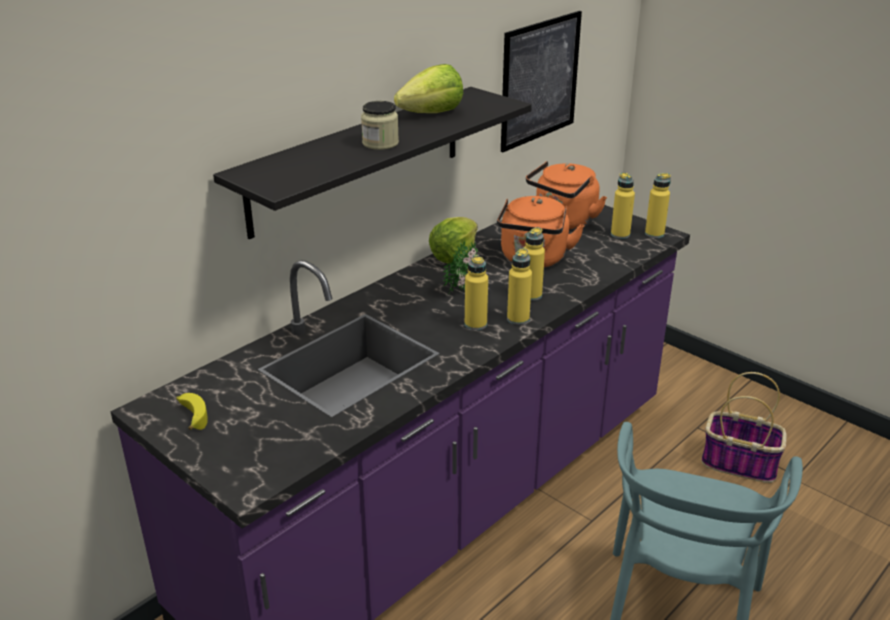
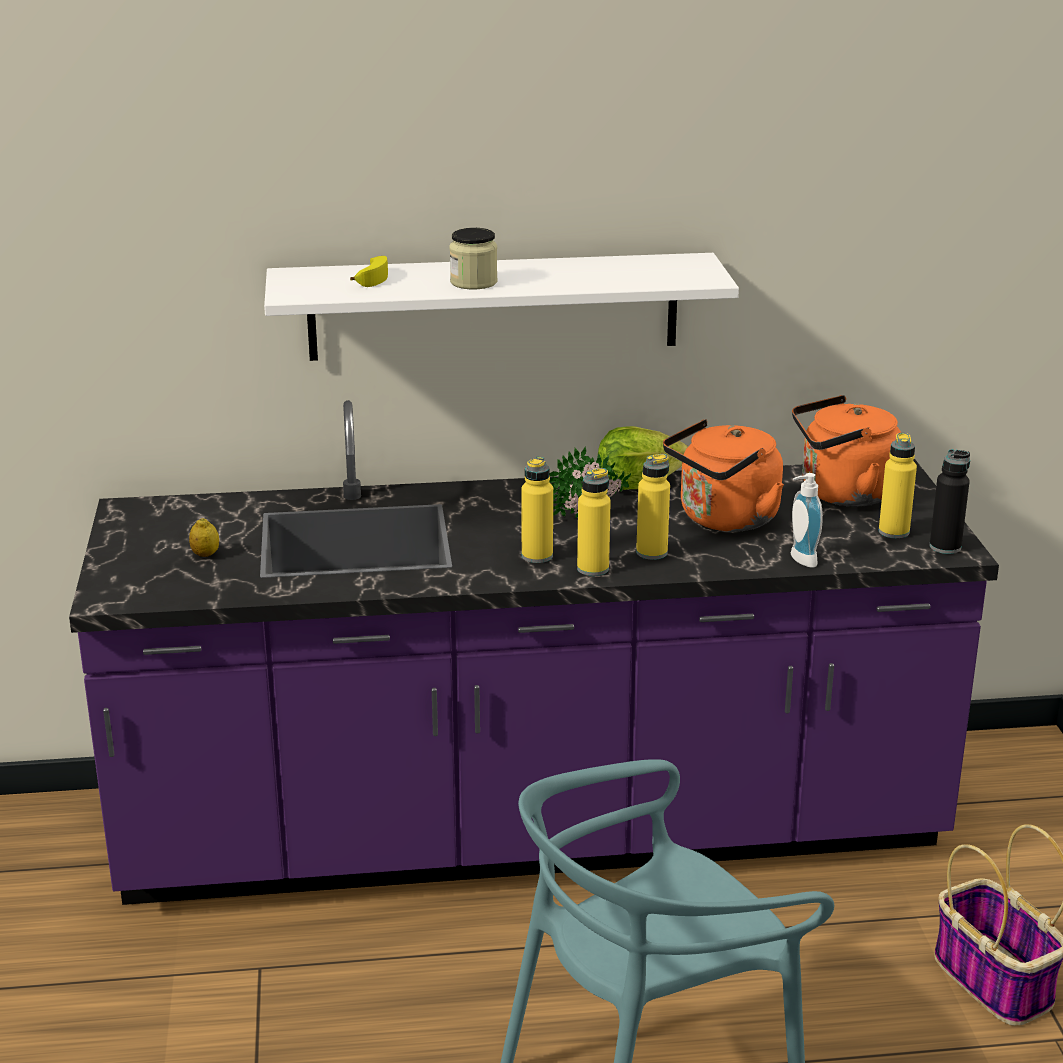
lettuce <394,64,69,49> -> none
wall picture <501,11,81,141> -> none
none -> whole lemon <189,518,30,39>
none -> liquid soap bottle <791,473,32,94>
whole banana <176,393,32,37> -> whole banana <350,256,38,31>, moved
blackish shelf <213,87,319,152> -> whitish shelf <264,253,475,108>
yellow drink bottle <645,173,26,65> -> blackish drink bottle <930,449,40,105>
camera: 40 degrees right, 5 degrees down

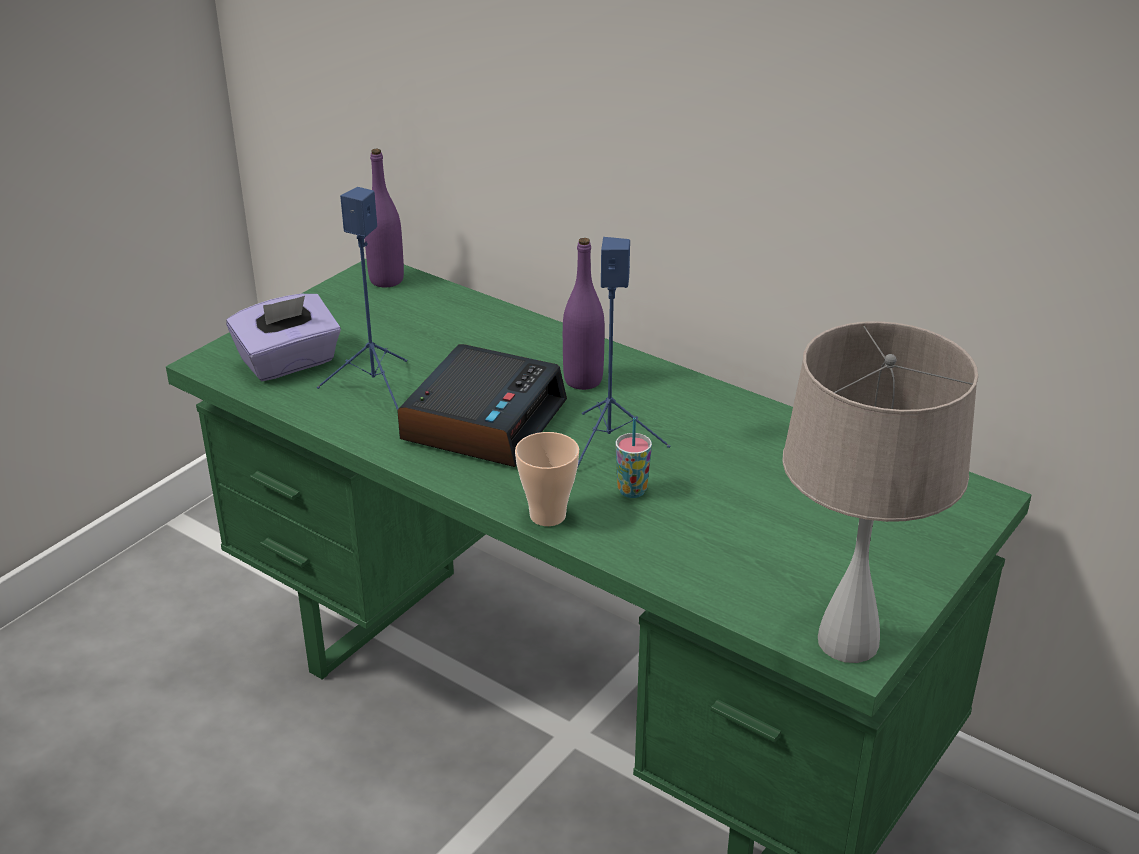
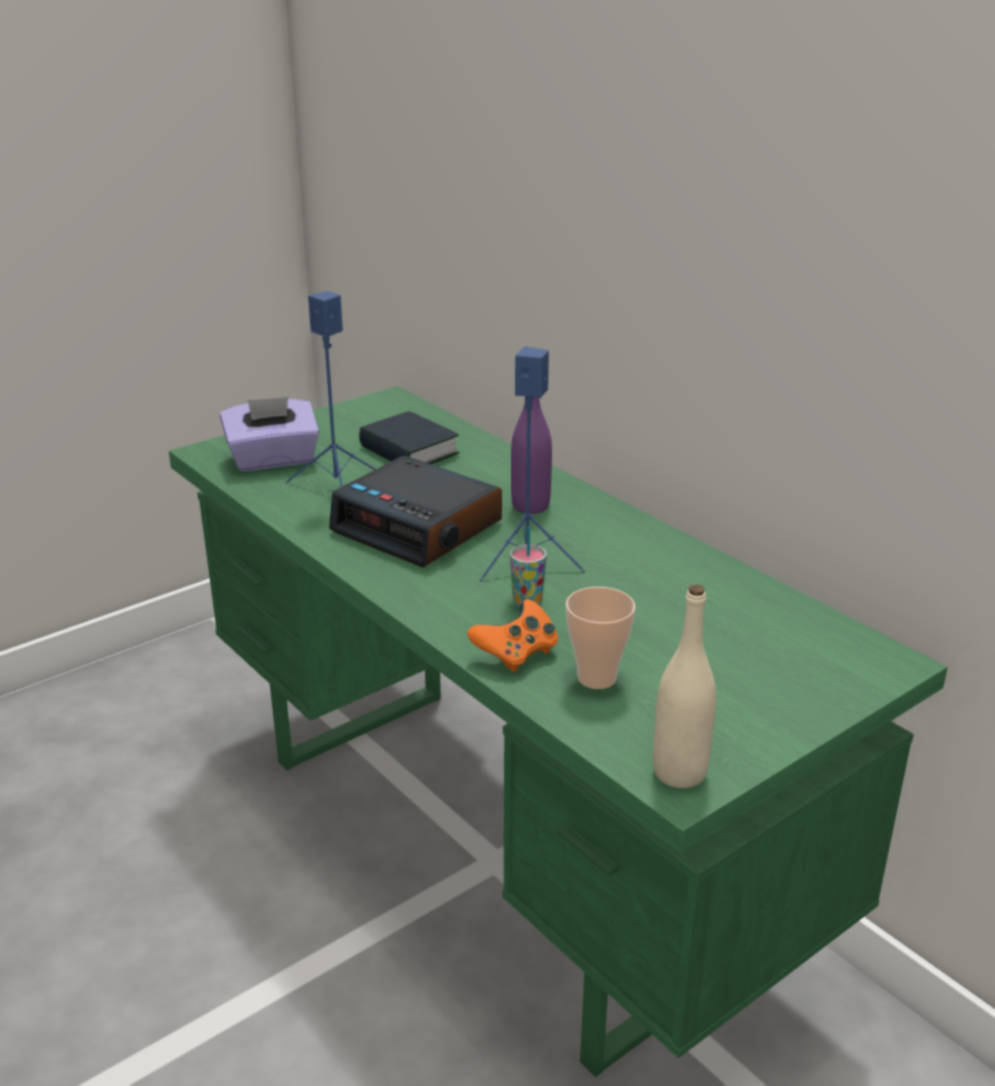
purple-coloured drink bottle <365,149,39,138> -> none
none -> volume <359,411,100,53>
none -> orange-coloured joypad <467,599,91,73>
cup <515,432,64,94> -> cup <566,587,70,102>, moved
sand-coloured table lamp <782,321,196,342> -> sand-coloured drink bottle <653,584,63,204>
table clock <397,344,170,123> -> table clock <329,456,173,111>, 90 degrees clockwise
camera: 15 degrees right, 5 degrees down

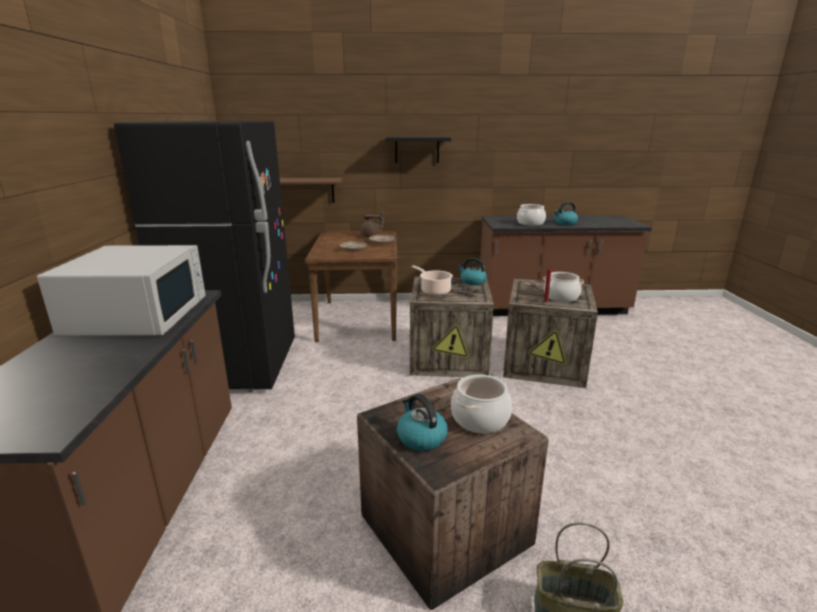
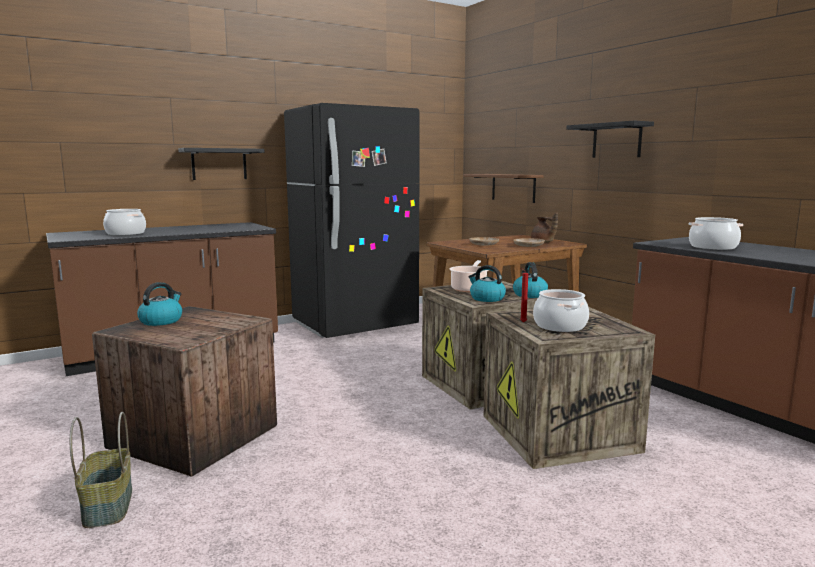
whitish microwave oven <37,245,168,91> -> none
none -> blackish shelf <178,148,87,32>
saucepot <451,375,61,58> -> saucepot <103,209,43,26>, moved
tea kettle <555,202,23,23> -> tea kettle <468,265,38,37>, moved
camera: 60 degrees right, 10 degrees down

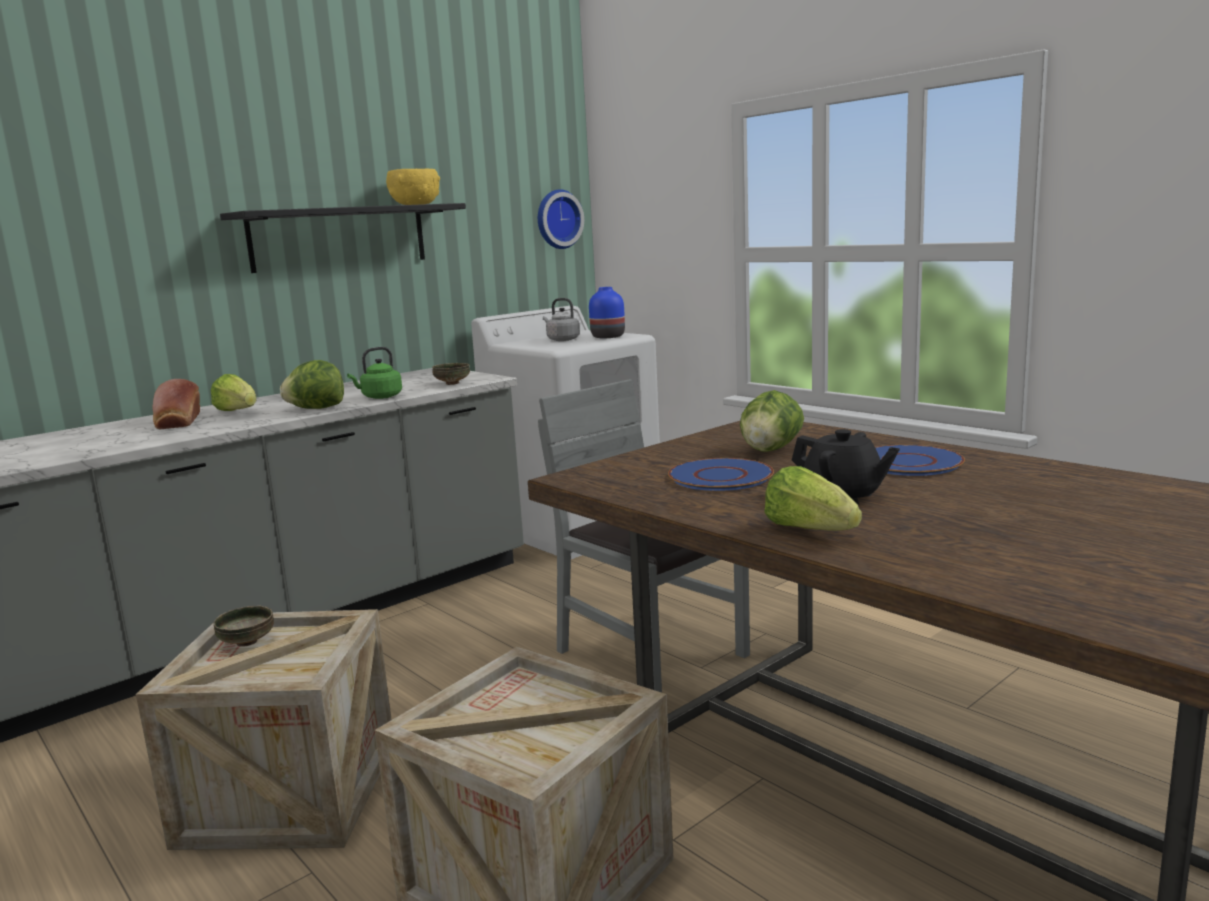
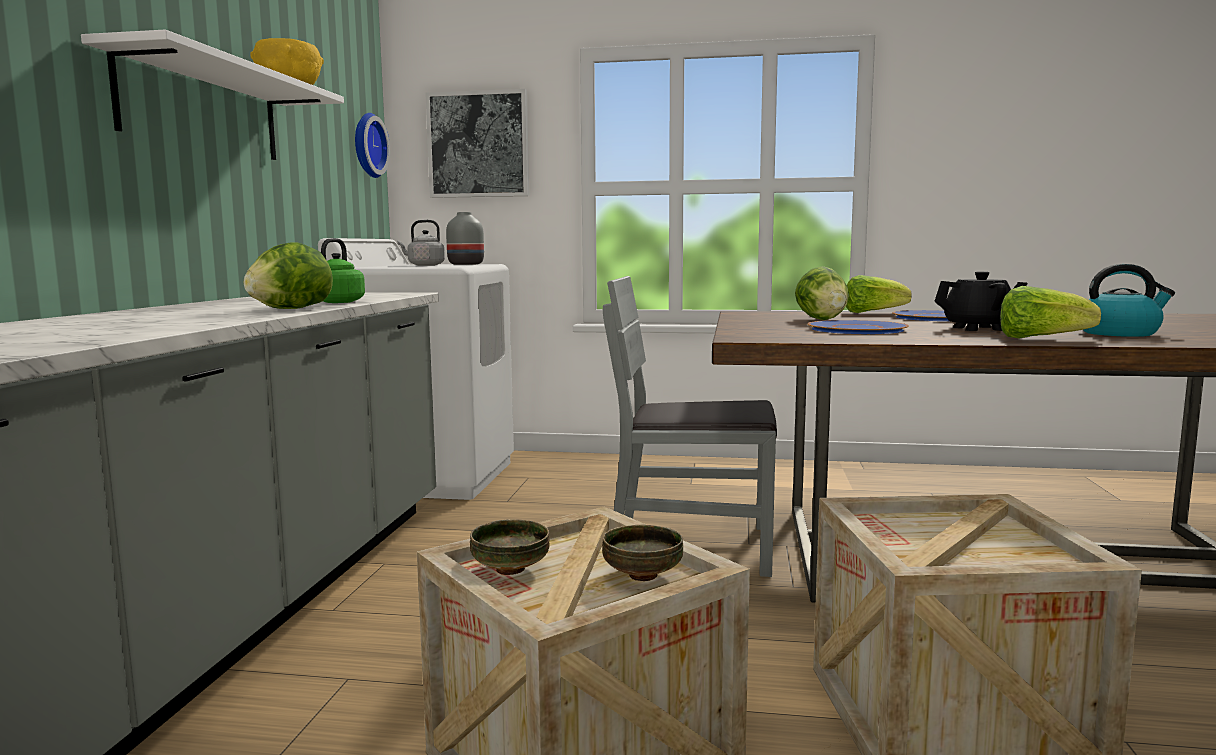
bread <153,379,47,50> -> none
none -> wall picture <425,89,104,109>
none -> tea kettle <1084,264,91,73>
lettuce <211,374,46,37> -> lettuce <846,275,66,38>, moved
serving bowl <432,363,38,22> -> serving bowl <602,525,81,56>, moved
blackish shelf <220,203,246,70> -> whitish shelf <81,30,263,130>
blue decorative vase <589,287,36,51> -> grey decorative vase <446,212,38,53>
camera: 40 degrees left, 5 degrees down

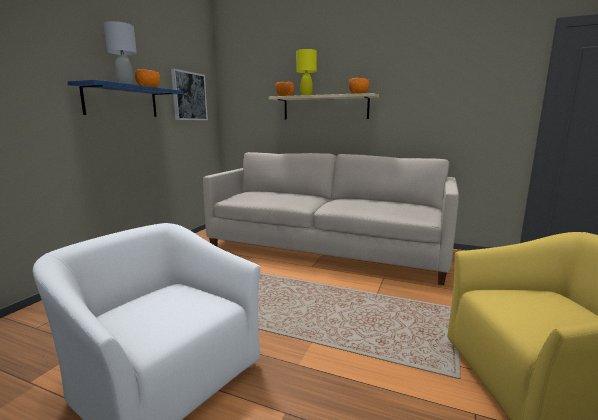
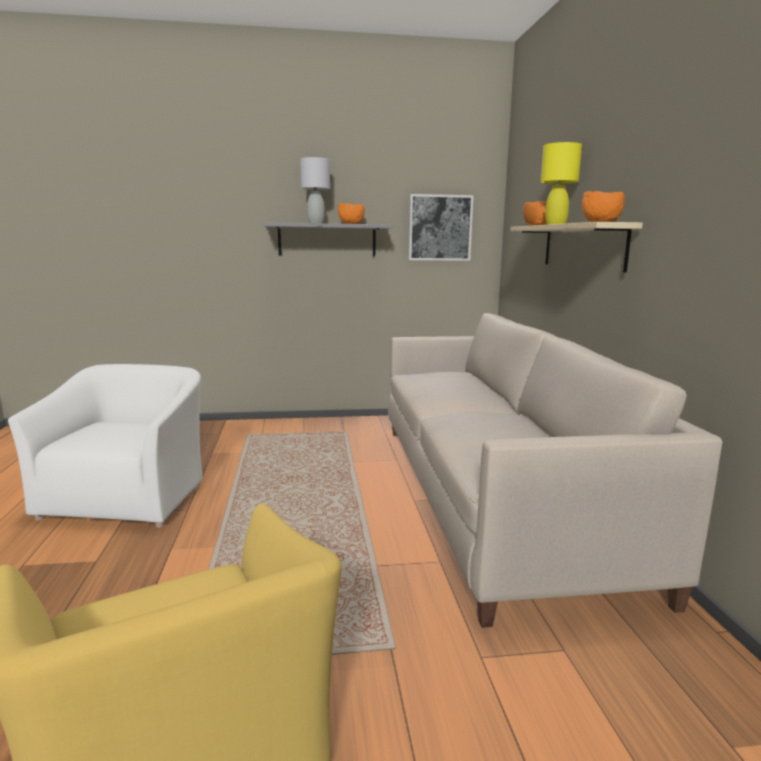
blue shelf <67,80,117,37> -> grey shelf <263,222,129,34>
camera: 60 degrees right, 0 degrees up

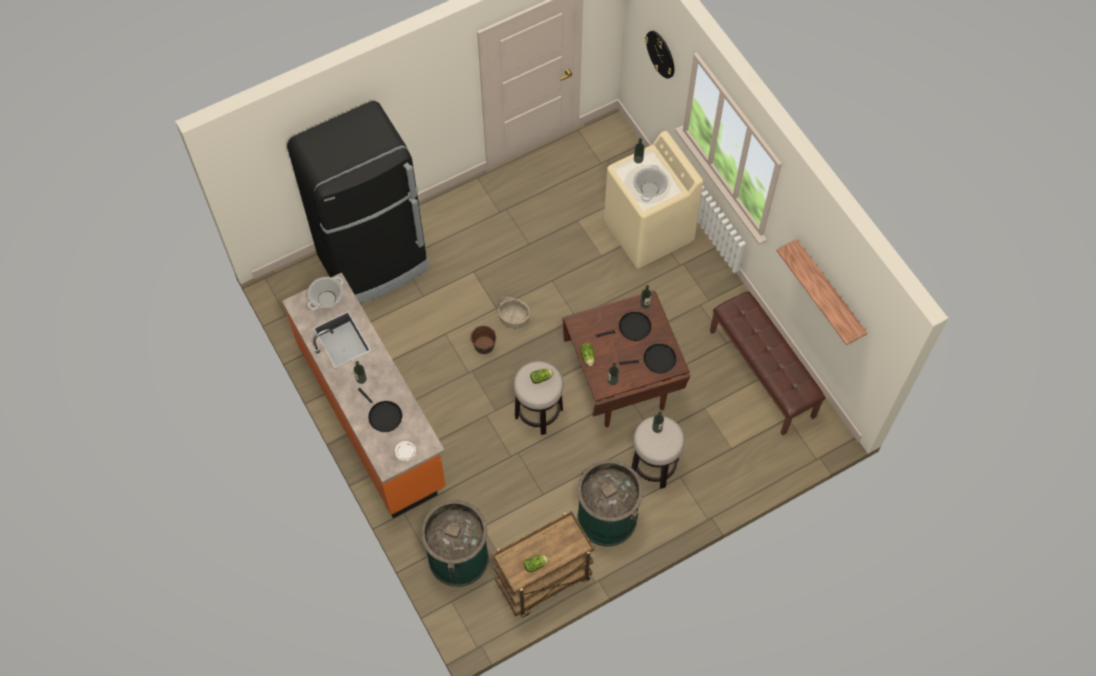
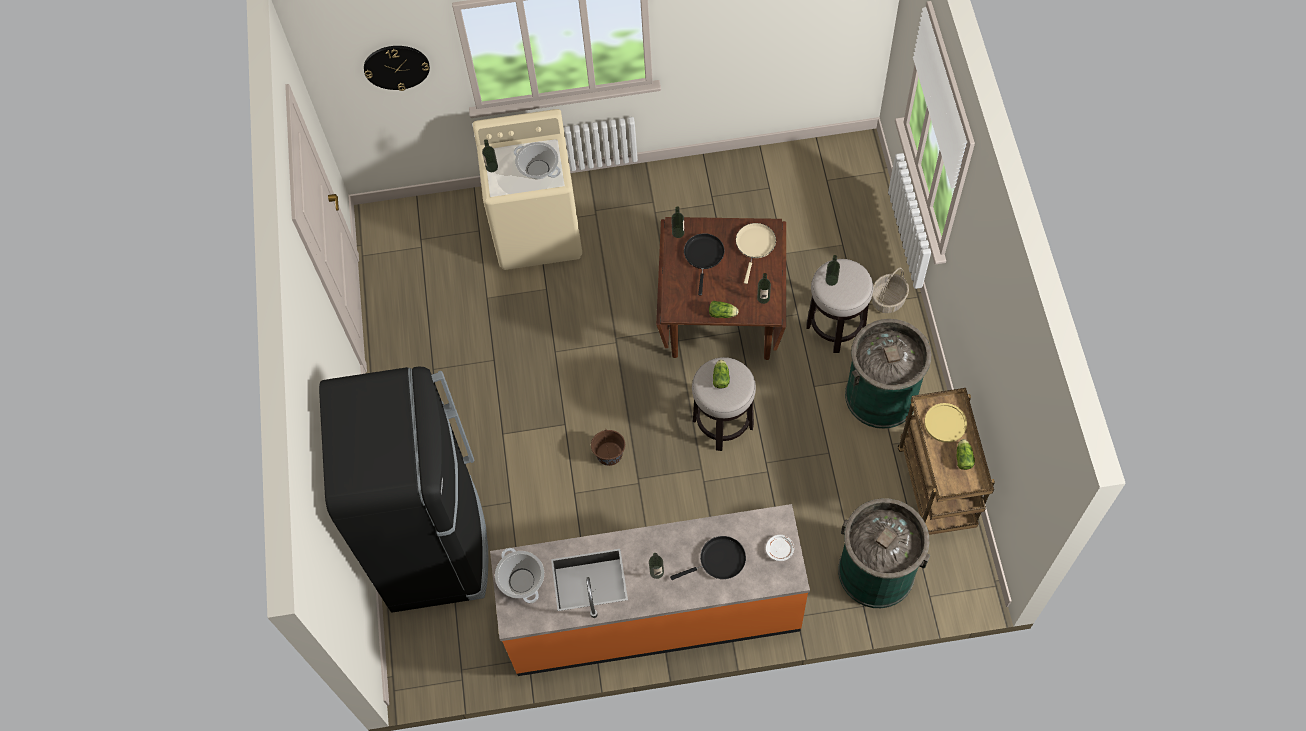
brown indoor bench <710,291,115,145> -> none
shelf <776,239,91,106> -> none
none -> yellow flat dish <924,403,43,40>
storage basket <498,297,32,32> -> storage basket <871,267,38,46>, moved
blackish frying pan <619,343,58,31> -> sand-coloured frying pan <736,223,40,61>
camera: 65 degrees left, 0 degrees up

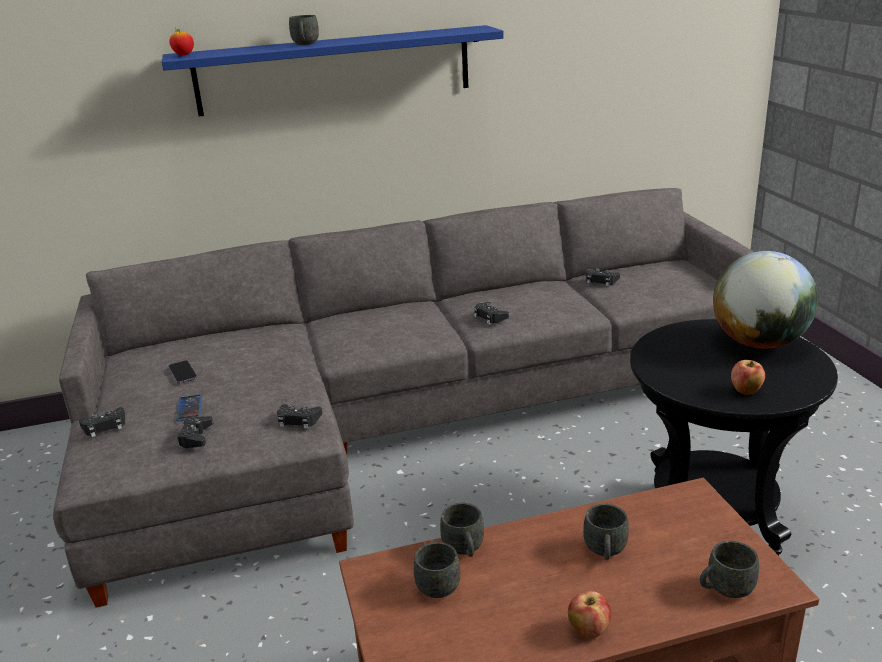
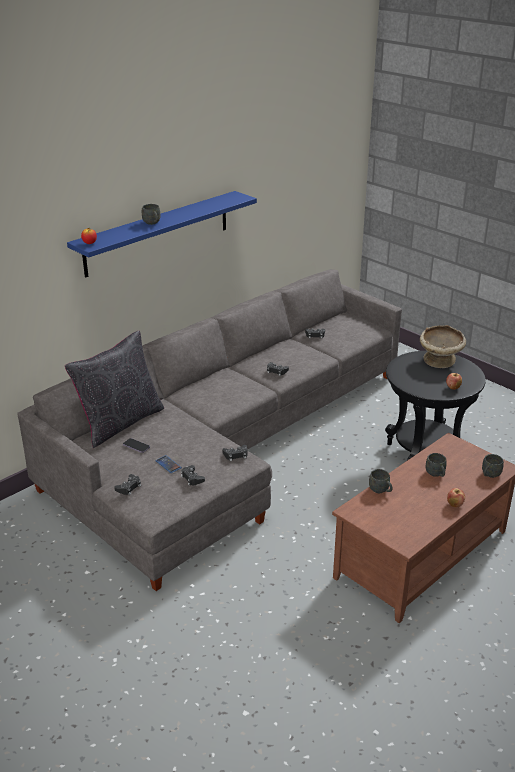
grey mug <414,542,46,56> -> none
none -> blackish cushion <65,331,99,117>
globe <713,251,105,98> -> sand-coloured serving bowl <420,325,46,43>
camera: 30 degrees left, 5 degrees up

